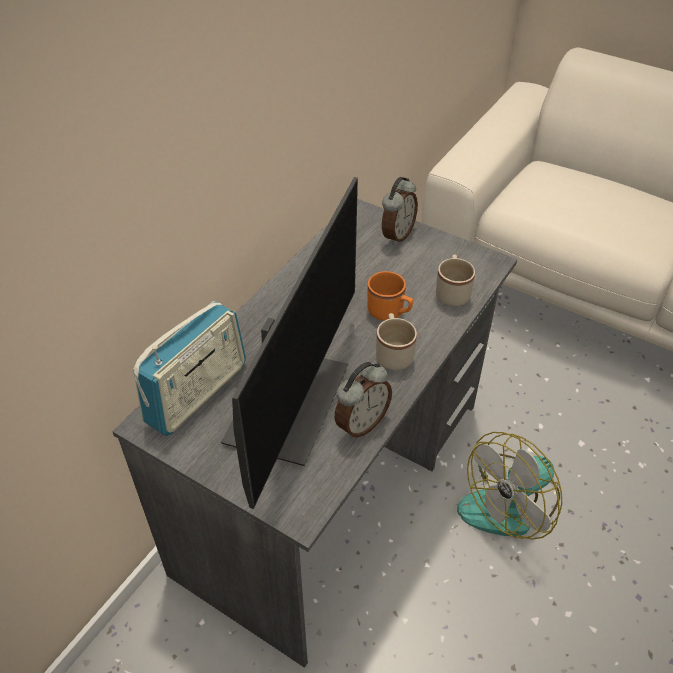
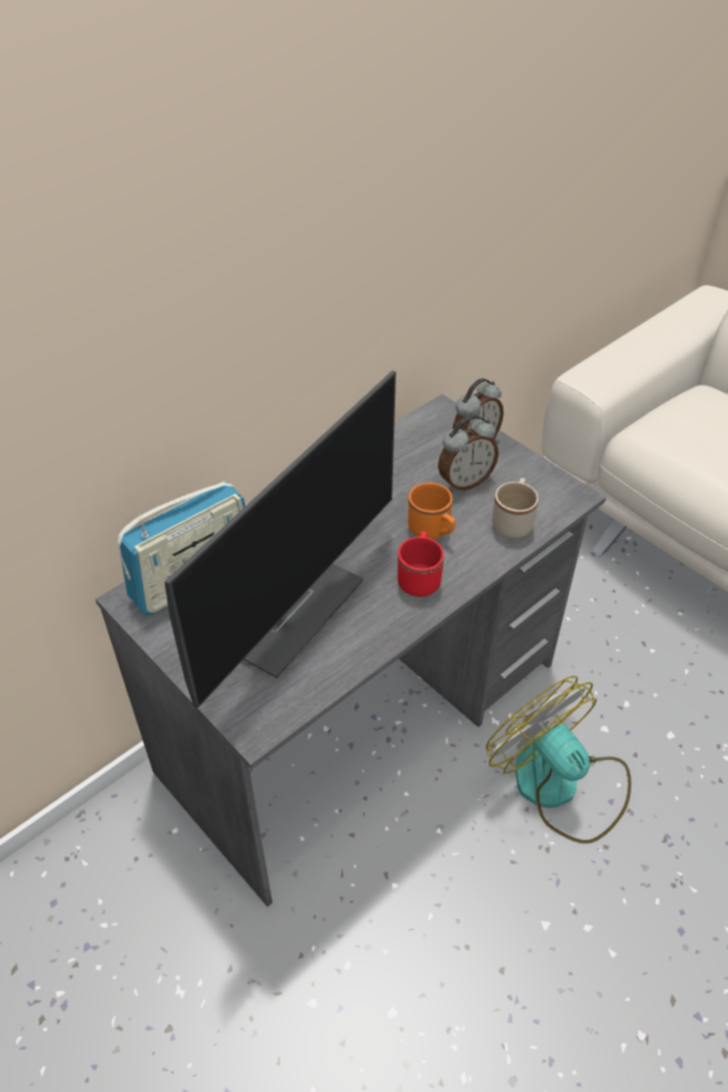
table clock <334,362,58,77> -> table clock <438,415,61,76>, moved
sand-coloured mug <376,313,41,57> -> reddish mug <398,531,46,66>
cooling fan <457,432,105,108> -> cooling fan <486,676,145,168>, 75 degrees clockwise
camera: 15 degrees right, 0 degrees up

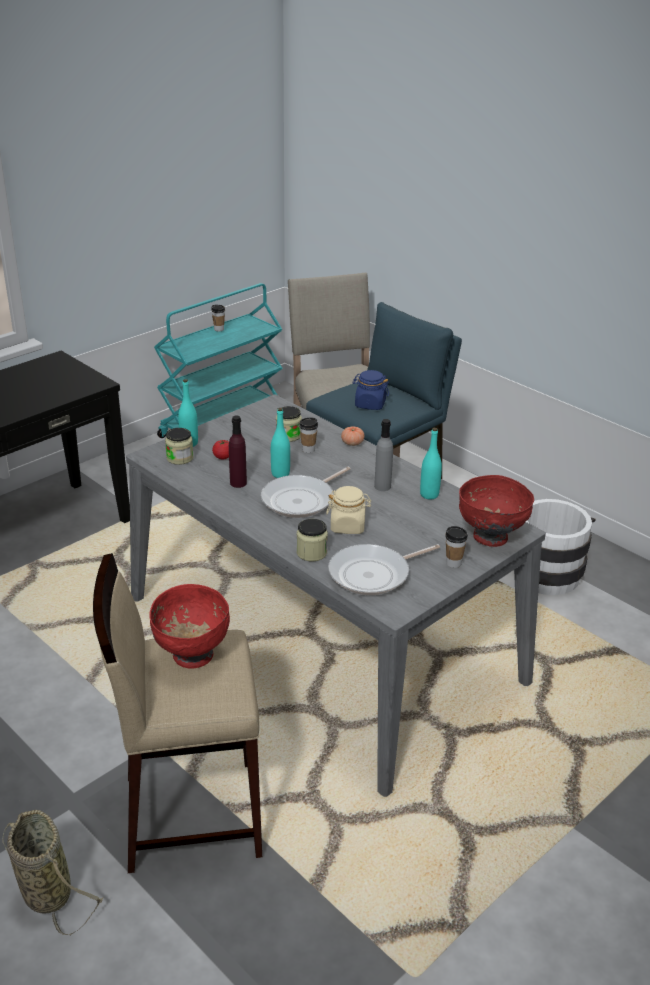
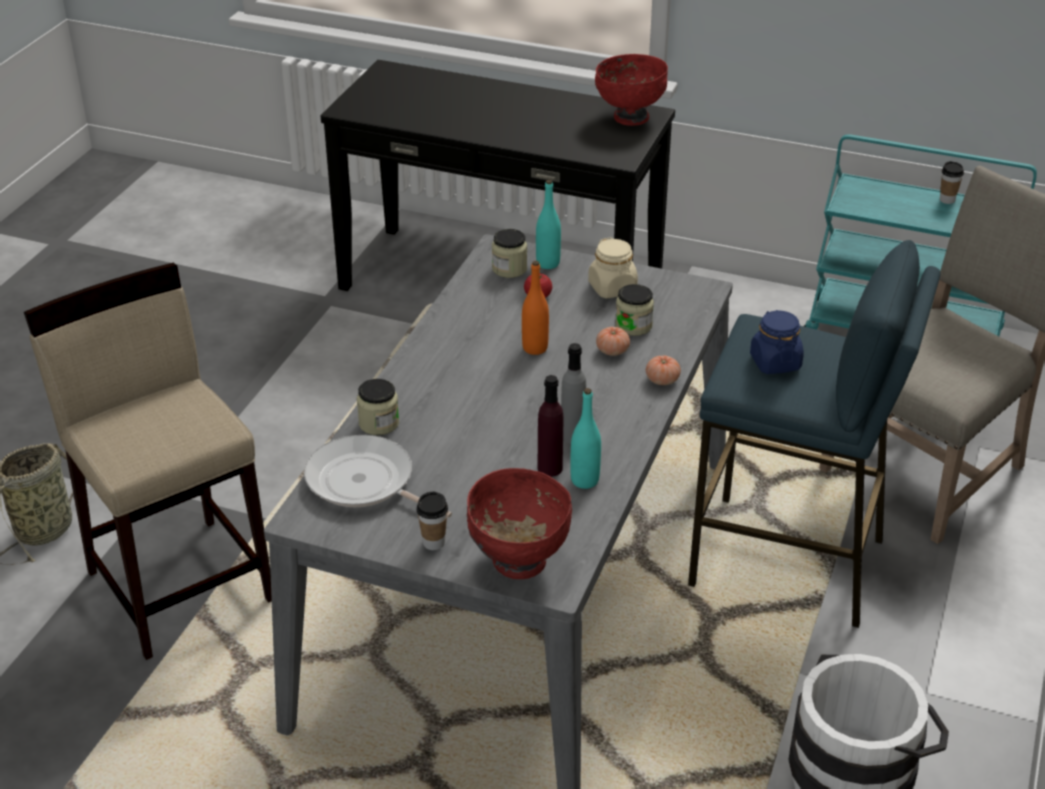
frying pan <261,467,90,51> -> none
reddish serving bowl <150,584,80,85> -> reddish serving bowl <595,54,73,72>, moved
purple-coloured drink bottle <229,415,18,73> -> purple-coloured drink bottle <538,375,25,102>, moved
sand-coloured preserve jar <326,486,45,48> -> sand-coloured preserve jar <588,237,50,62>, moved
cup <299,418,19,35> -> whole tomato <596,327,34,29>
blue-green drink bottle <271,408,19,70> -> orange-coloured drink bottle <522,261,27,94>
camera: 65 degrees right, 5 degrees up

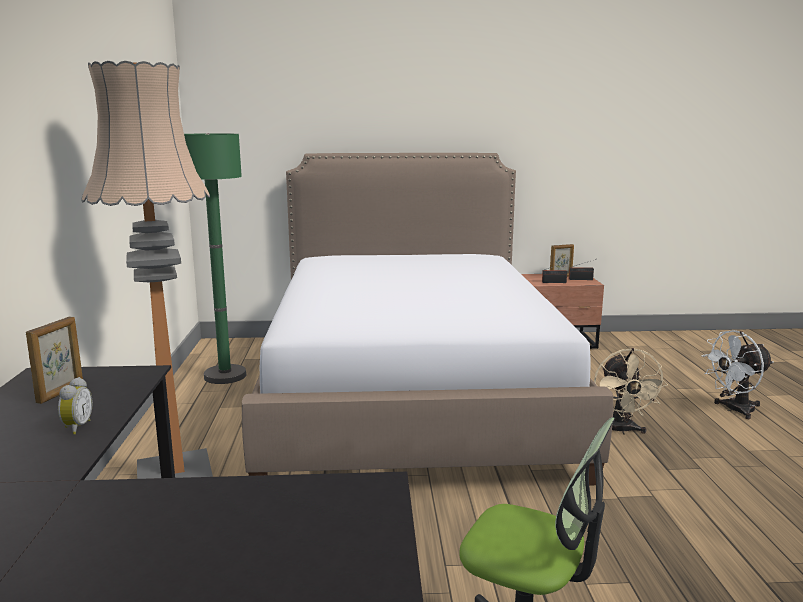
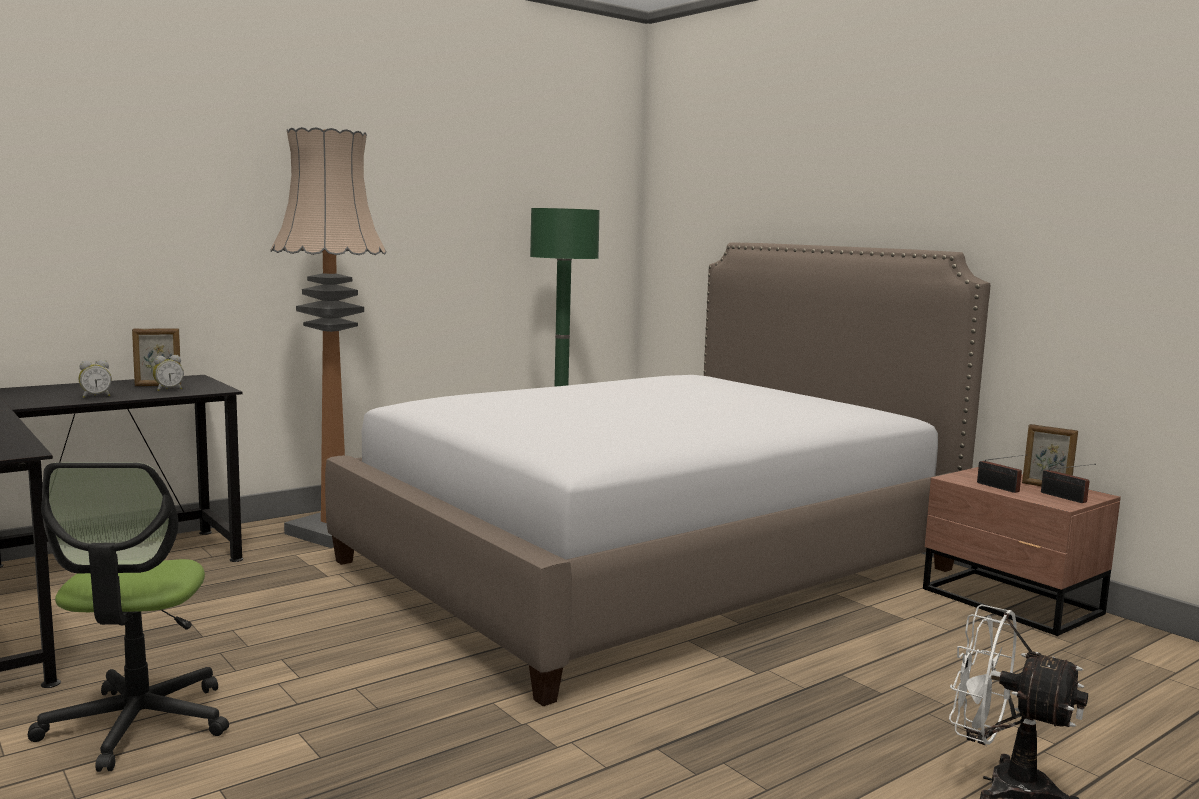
sand-coloured cooling fan <594,348,74,87> -> none
none -> table clock <153,355,31,36>
camera: 55 degrees right, 5 degrees down

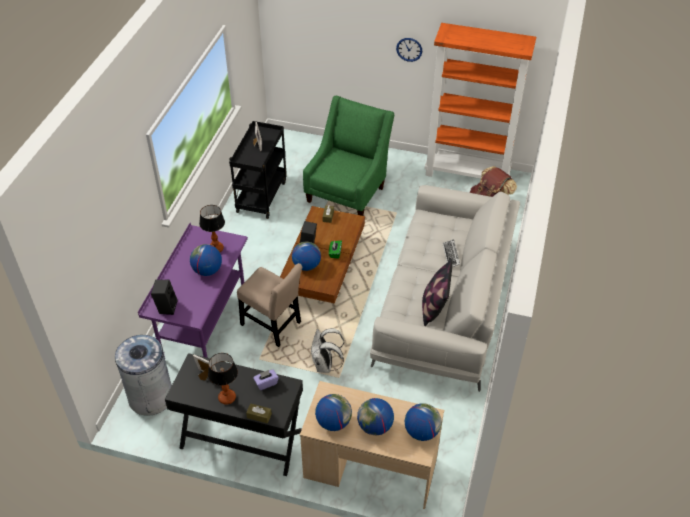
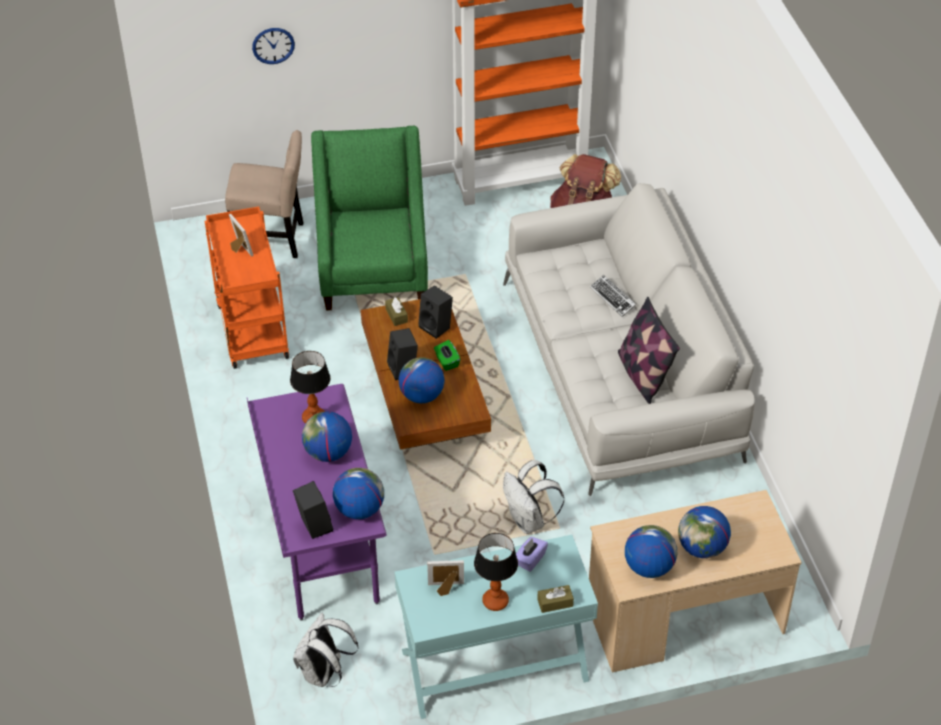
none -> blackish loudspeaker <418,285,35,54>
sand-coloured upright chair <237,263,65,84> -> sand-coloured upright chair <225,130,78,128>, moved
clock on the wall <396,38,26,24> -> clock on the wall <252,28,43,36>, moved
globe <405,403,37,38> -> globe <333,468,51,51>, moved
grey rubbish bin <115,335,57,81> -> whitish knapsack <293,613,66,74>
blackish hall table <165,353,138,123> -> blue-green hall table <395,535,203,184>
blackish wheeled cart <229,121,58,98> -> orange-coloured wheeled cart <205,206,84,163>
camera: 30 degrees left, 0 degrees up

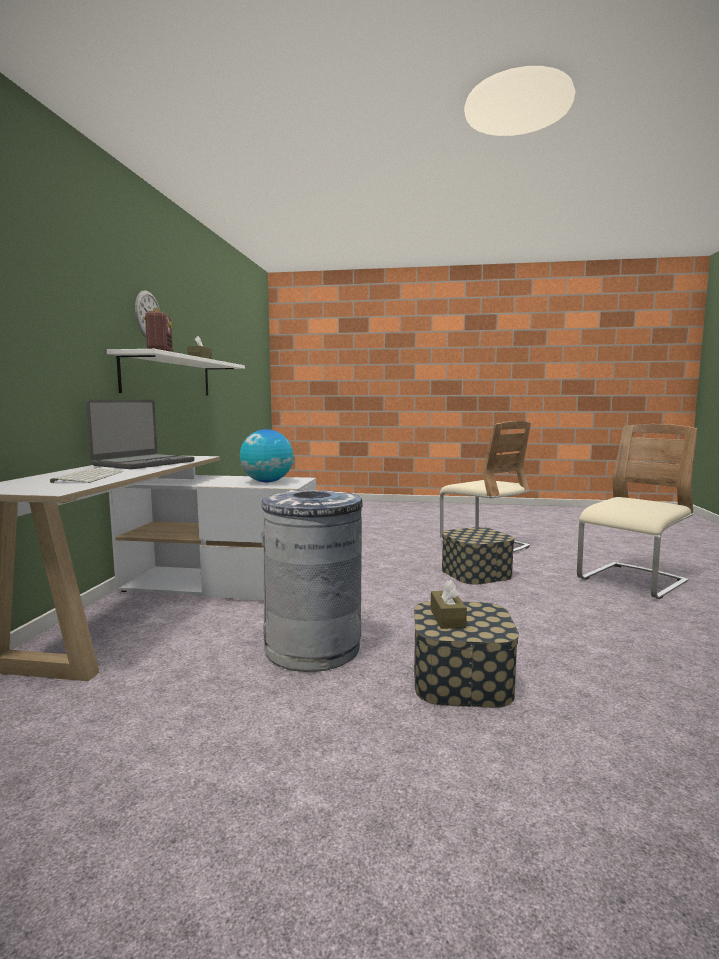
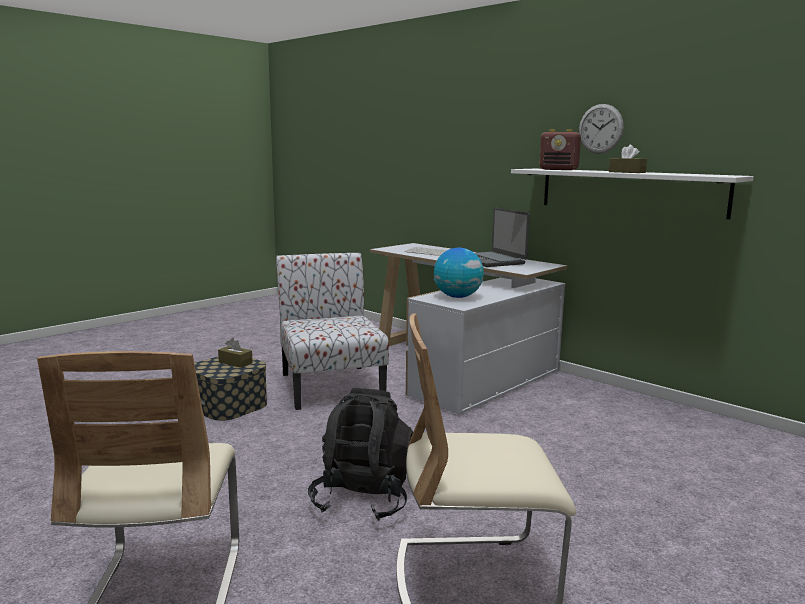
grey rubbish bin <262,490,101,182> -> upright chair <276,252,113,158>
storage bin <442,527,73,58> -> blackish knapsack <308,388,105,133>
camera: 125 degrees right, 5 degrees up

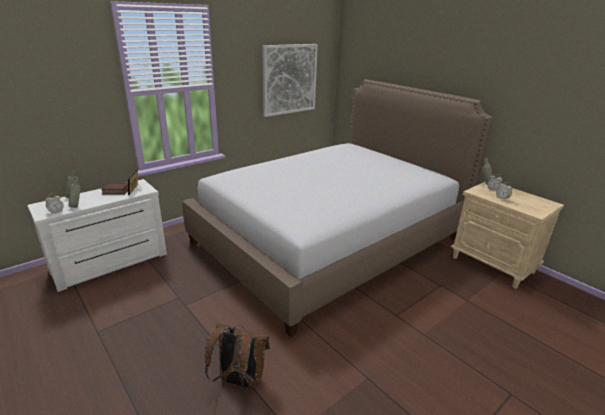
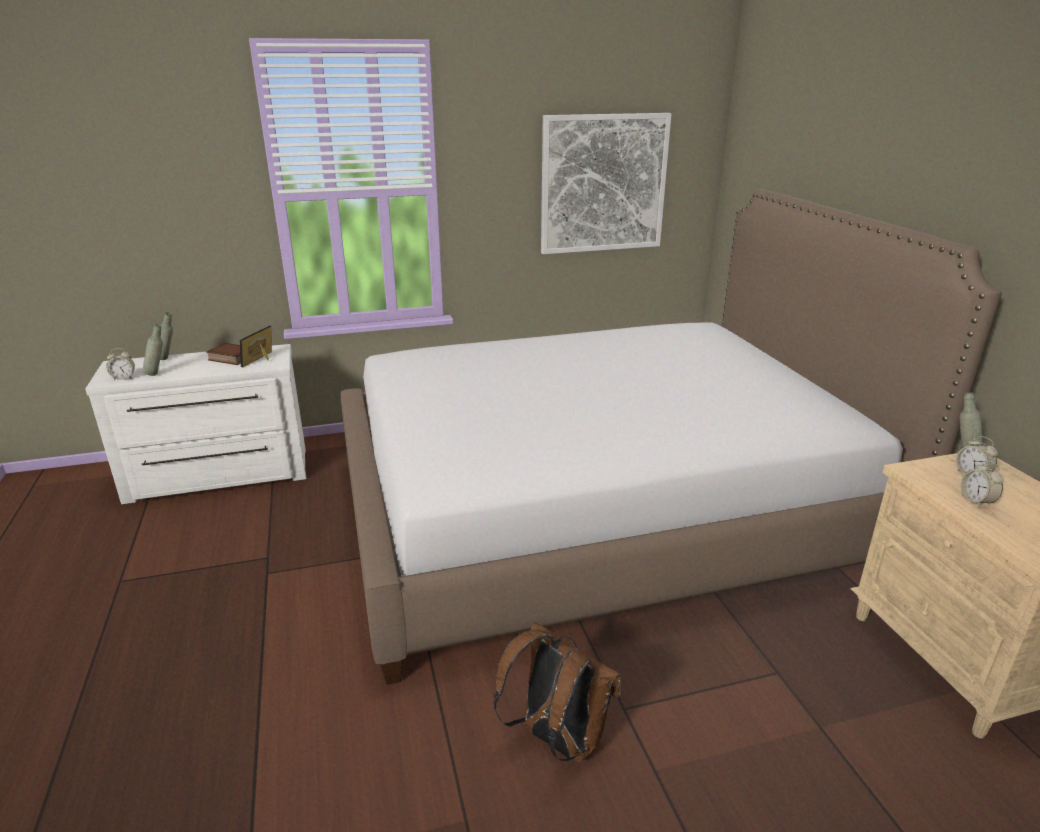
brown knapsack <205,323,65,66> -> brown knapsack <494,622,127,141>, moved
camera: 25 degrees right, 0 degrees up

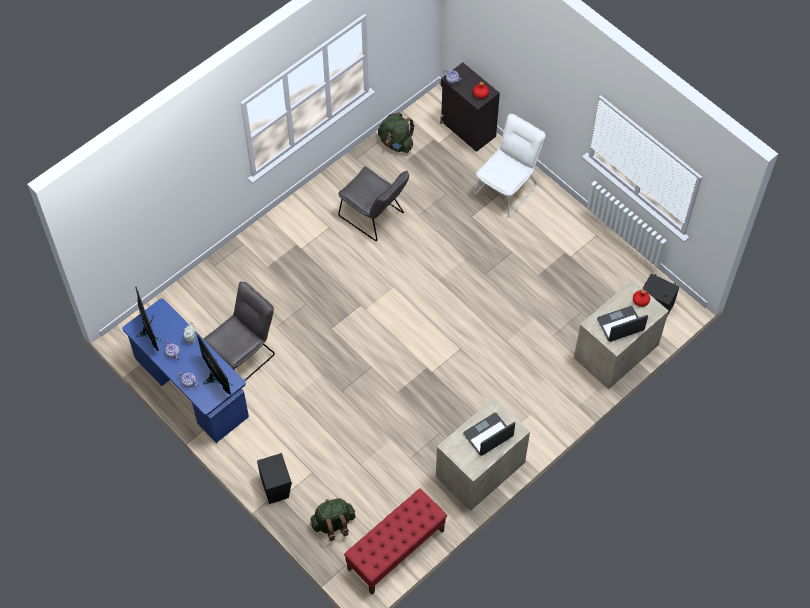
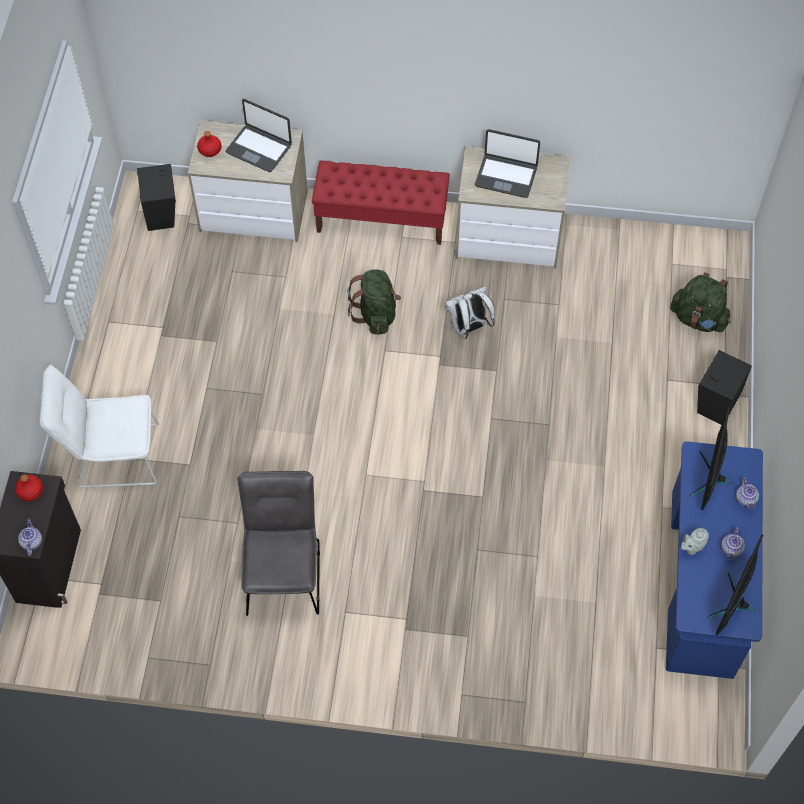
grey upright chair <203,282,72,99> -> none
none -> whitish knapsack <445,286,50,53>
reddish indoor bench <344,488,103,107> -> reddish indoor bench <312,161,138,84>, moved
greenish knapsack <378,112,37,41> -> greenish knapsack <348,270,53,65>, moved
camera: 130 degrees left, 0 degrees up

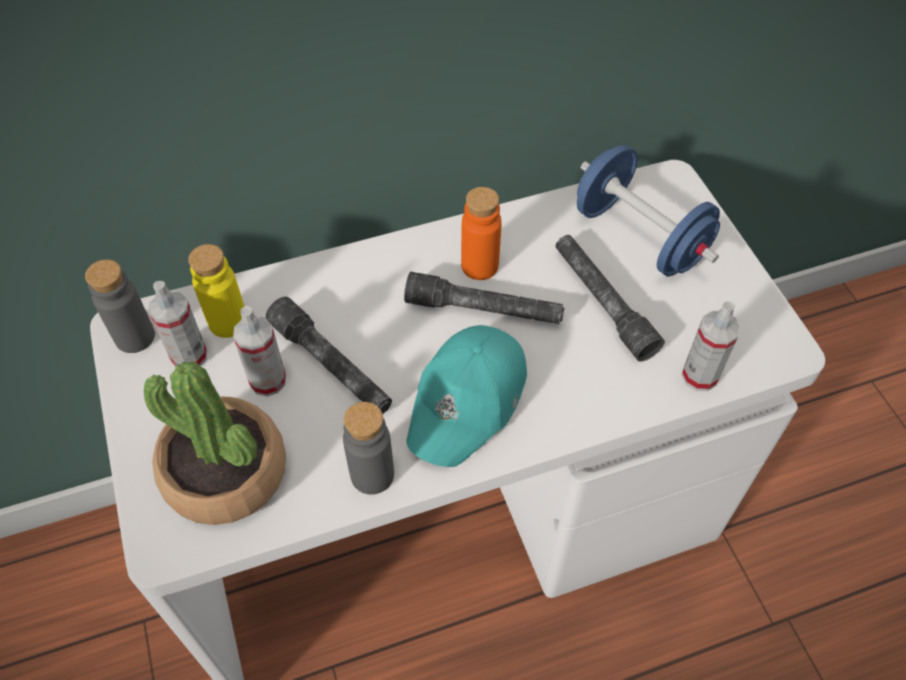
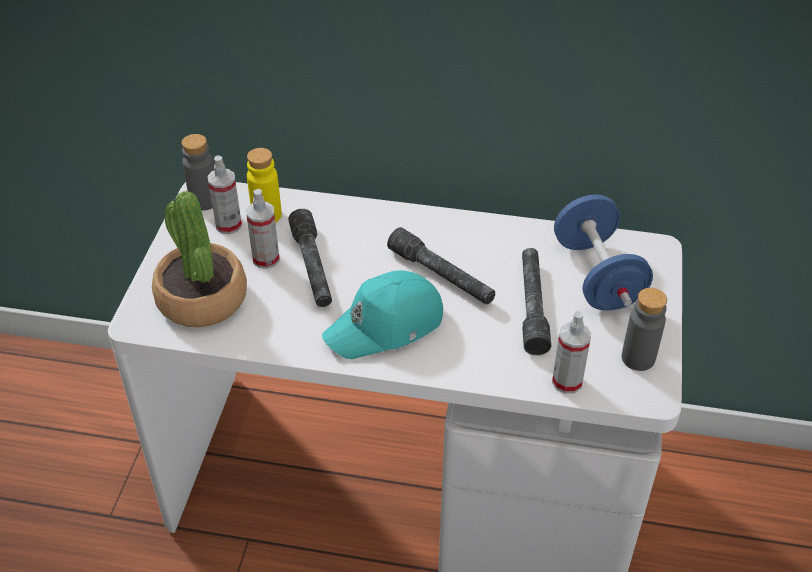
orange-coloured drink bottle <461,187,41,93> -> none
grey drink bottle <343,402,51,93> -> grey drink bottle <622,288,45,83>, moved
camera: 30 degrees right, 10 degrees down

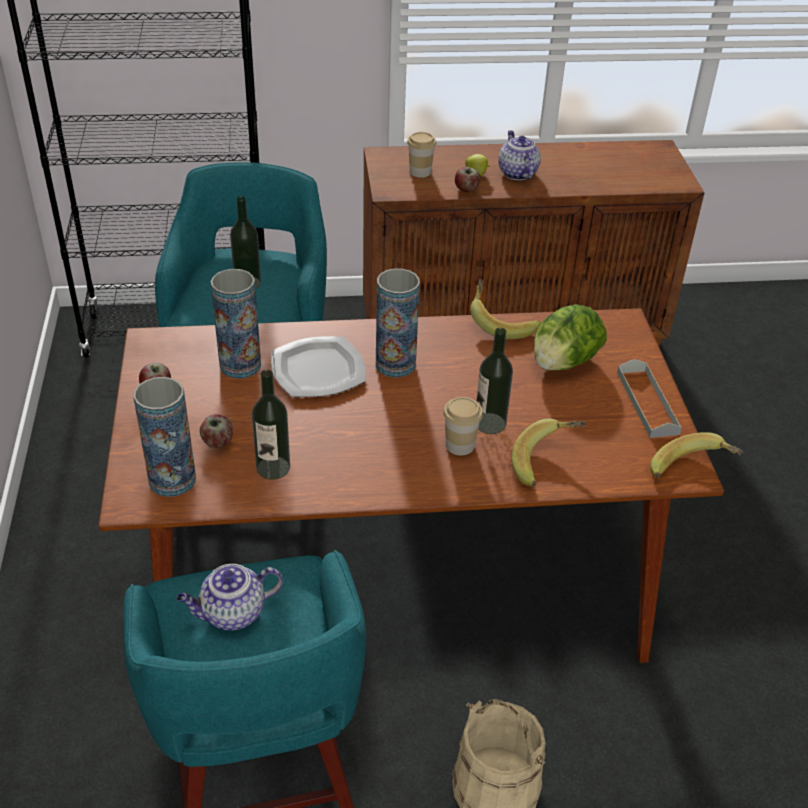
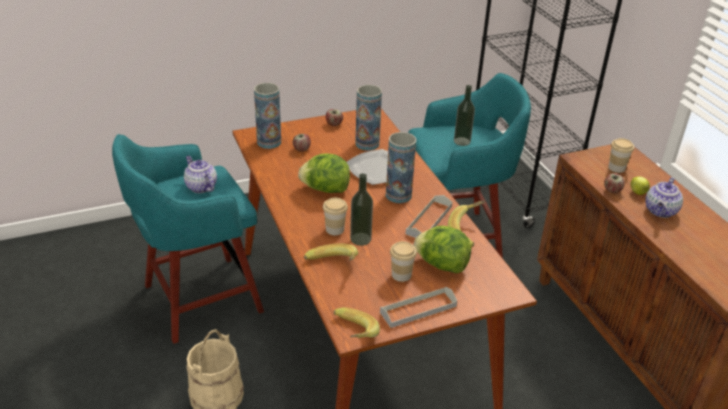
drink bottle <252,369,38,111> -> none
none -> lettuce <298,153,52,40>
none -> cup <390,241,27,41>
none -> grey carrying tray <406,195,46,43>
pot for tea <498,131,43,49> -> pot for tea <645,177,38,41>, 150 degrees clockwise
camera: 75 degrees right, 5 degrees down

